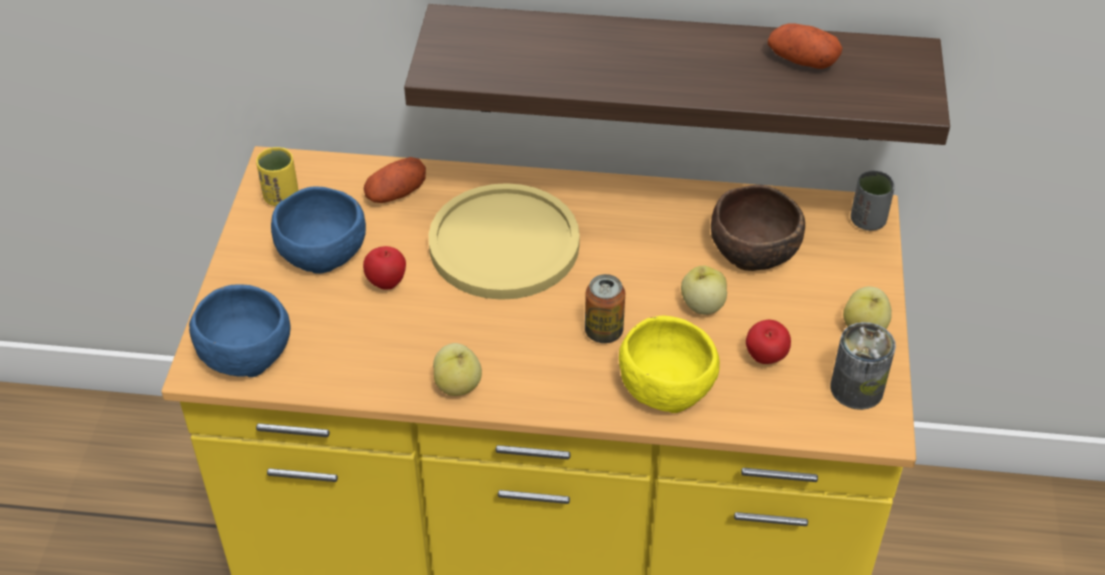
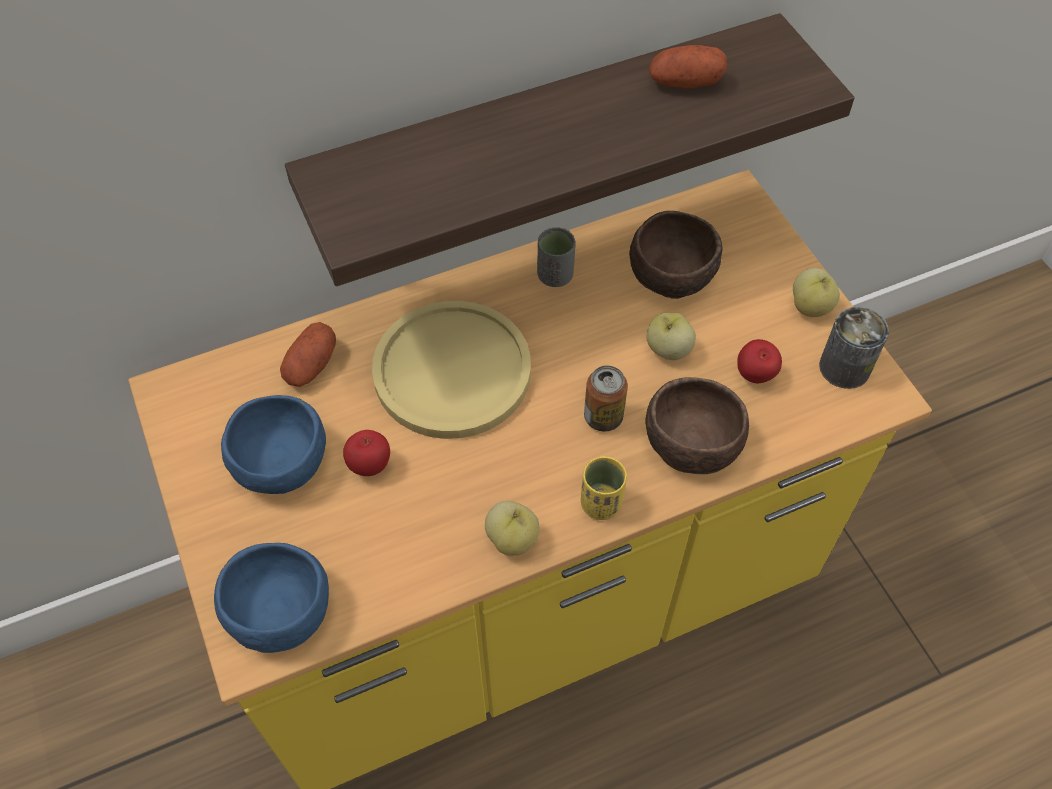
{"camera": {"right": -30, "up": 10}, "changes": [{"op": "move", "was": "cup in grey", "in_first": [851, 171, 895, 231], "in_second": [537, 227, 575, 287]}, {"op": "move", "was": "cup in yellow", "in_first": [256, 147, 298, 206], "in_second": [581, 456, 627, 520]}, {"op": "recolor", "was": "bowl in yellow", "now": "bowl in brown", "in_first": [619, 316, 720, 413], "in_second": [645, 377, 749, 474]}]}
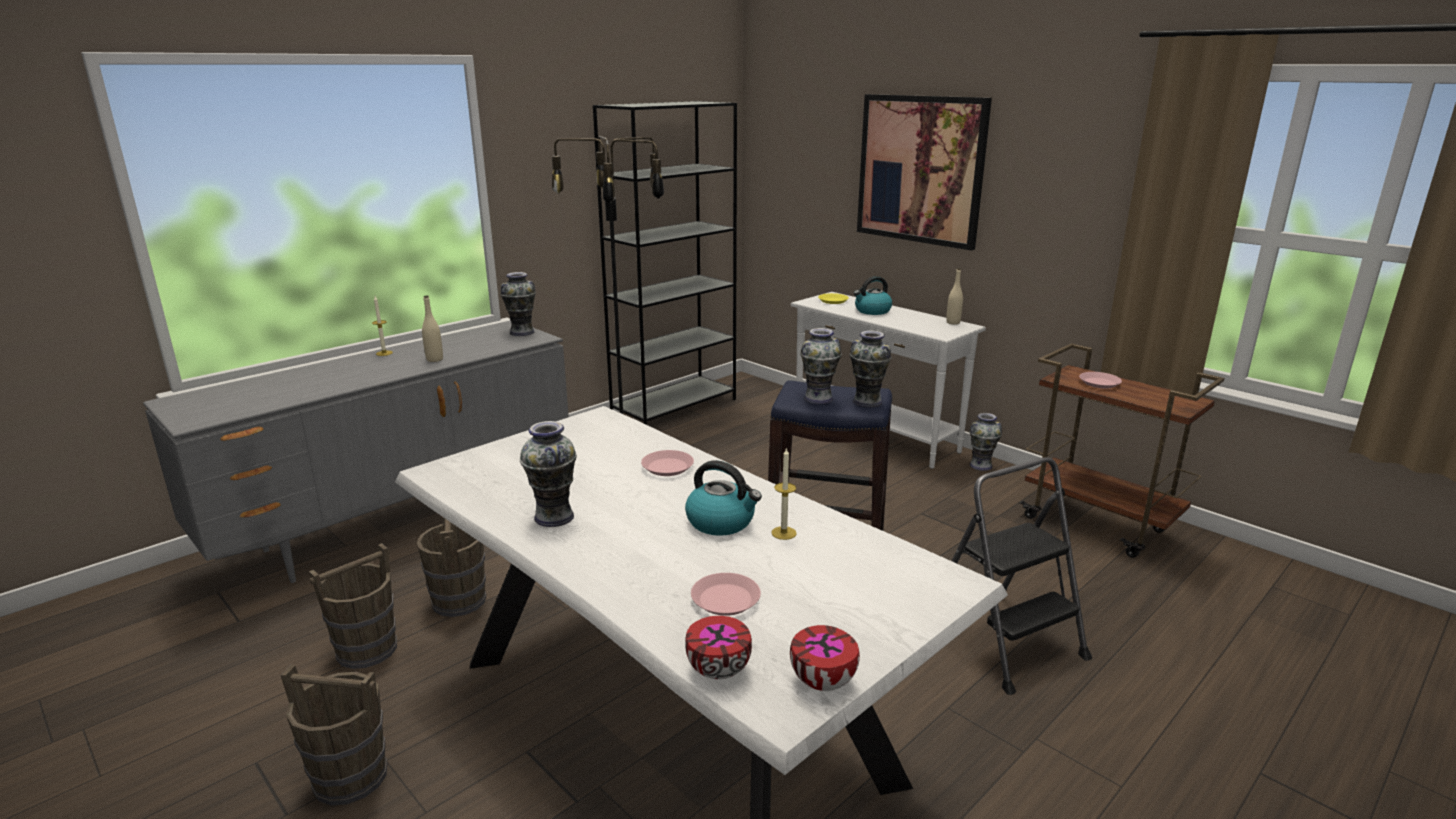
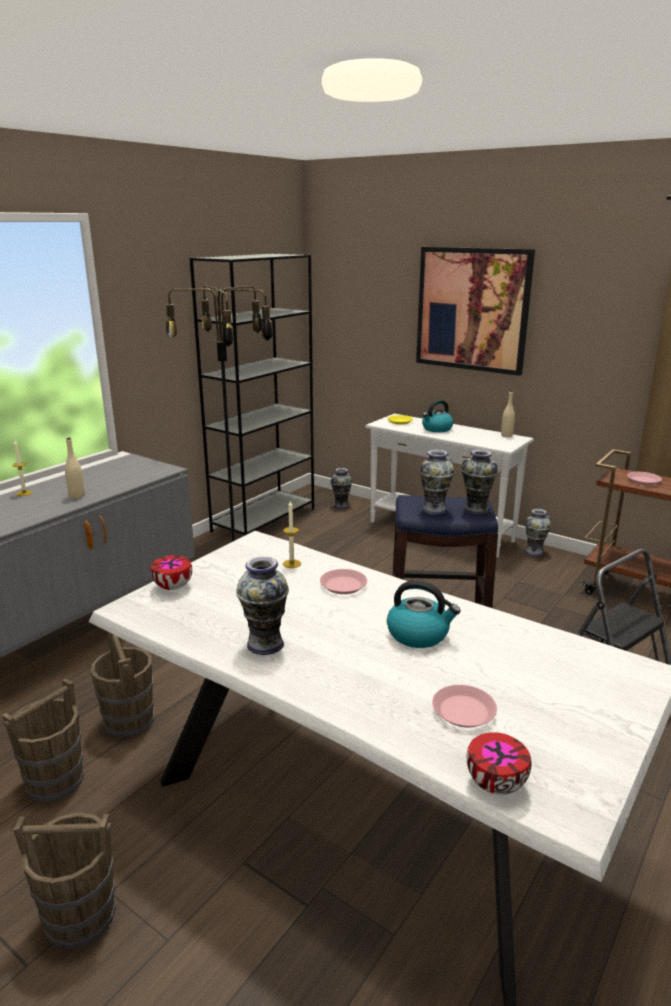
{"camera": {"right": -10, "up": 0}, "changes": [{"op": "move", "was": "bowl", "in_first": [790, 625, 860, 691], "in_second": [151, 555, 192, 590]}, {"op": "move", "was": "candle", "in_first": [771, 447, 797, 540], "in_second": [283, 501, 301, 568]}, {"op": "move", "was": "vase", "in_first": [500, 272, 536, 336], "in_second": [330, 468, 352, 509]}]}
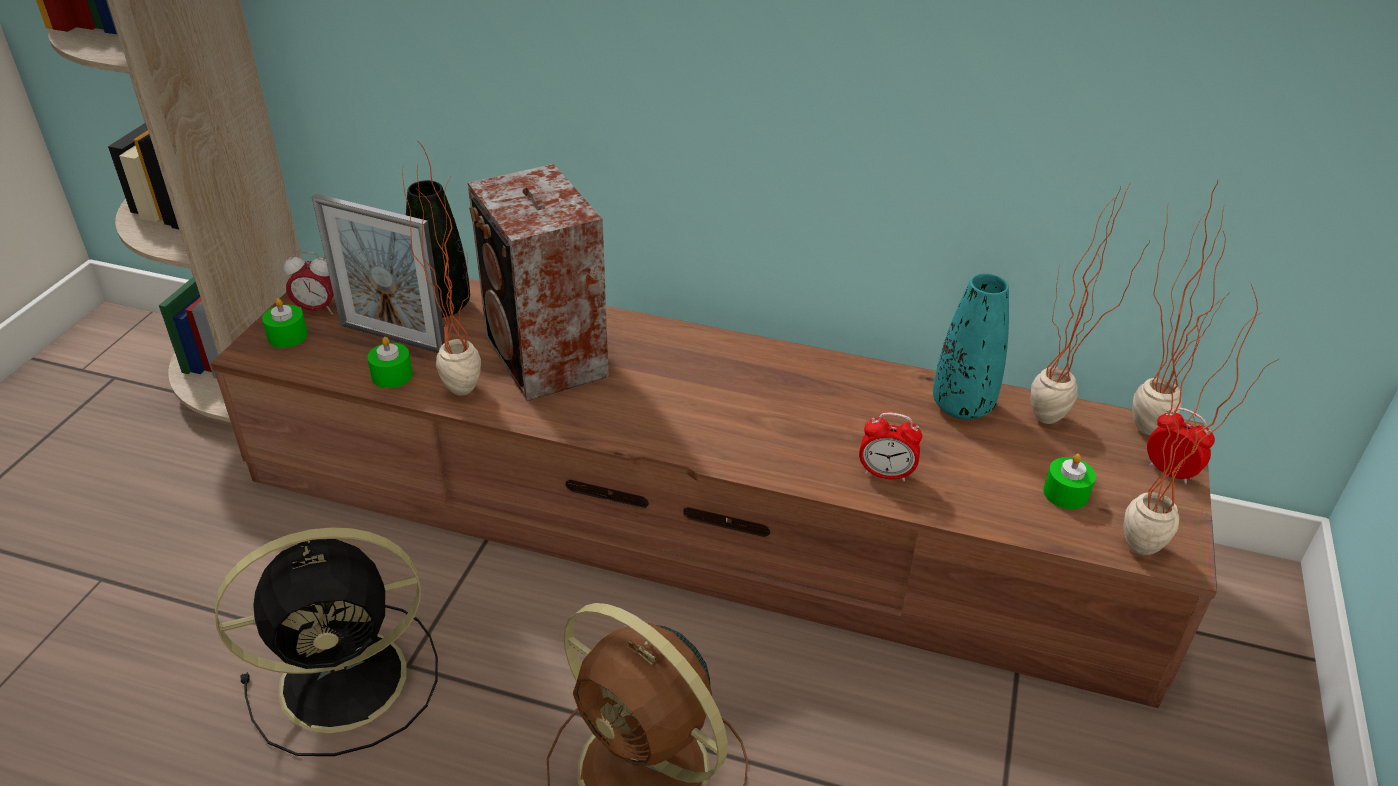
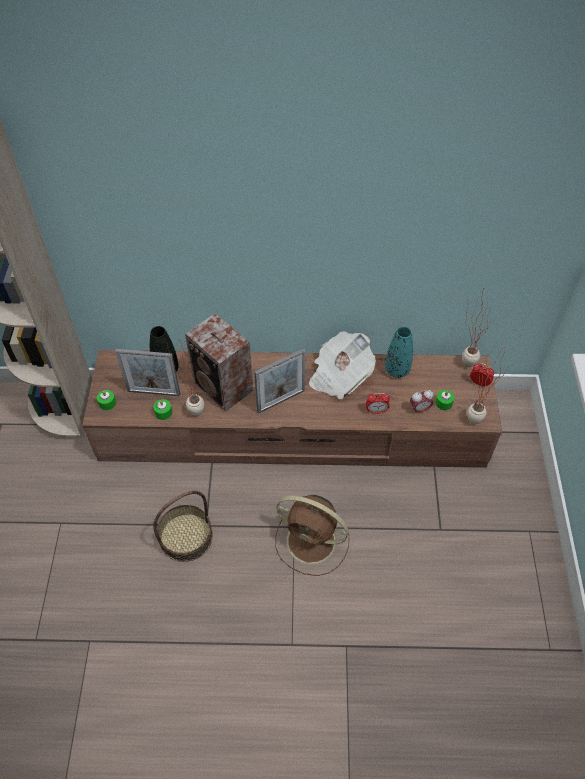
{"camera": {"right": -15, "up": 15}, "changes": [{"op": "replace", "was": "fan in black", "now": "basket", "in_first": [215, 527, 438, 756], "in_second": [153, 491, 213, 562]}, {"op": "insert", "now": "picture frame", "in_second": [254, 349, 306, 414]}, {"op": "insert", "now": "newspaper", "in_second": [309, 331, 376, 399]}, {"op": "move", "was": "alarm clock", "in_first": [283, 251, 333, 314], "in_second": [410, 390, 434, 414]}, {"op": "delete", "was": "potted plant", "in_first": [1030, 181, 1150, 424]}]}
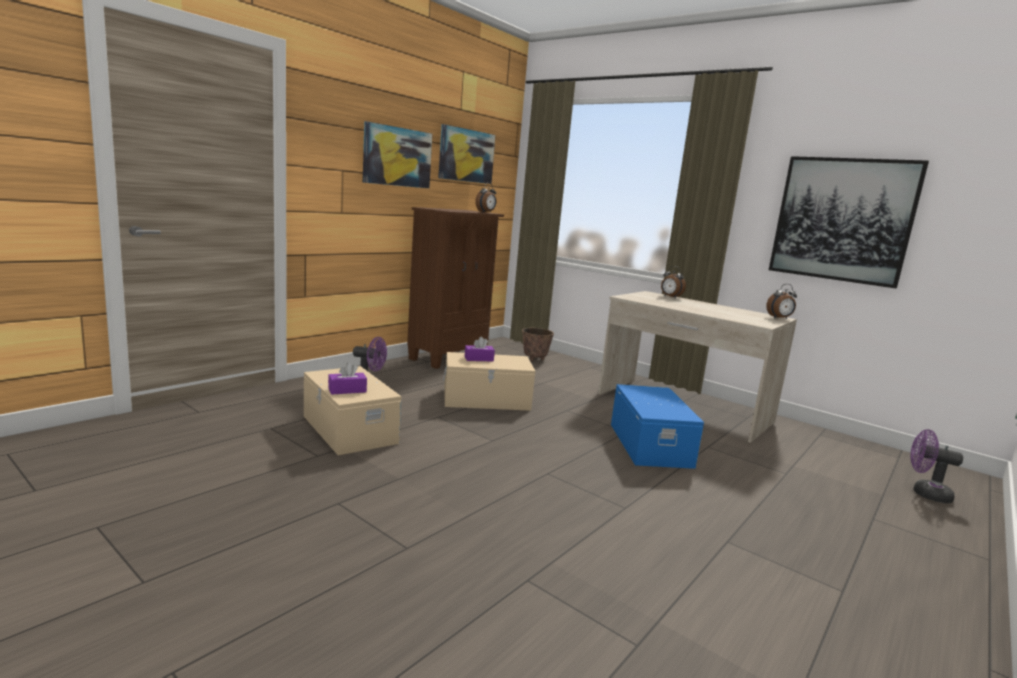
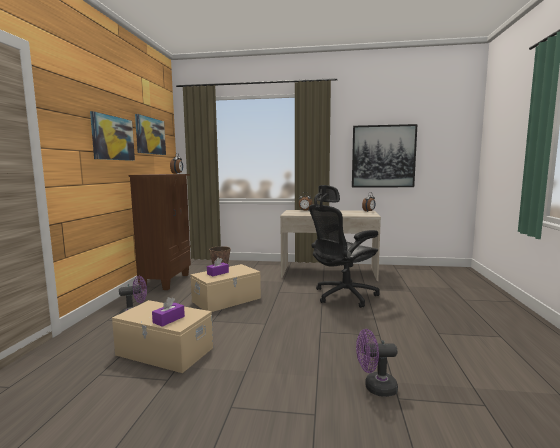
{"camera": {"right": -30, "up": -5}, "changes": [{"op": "replace", "was": "storage box in blue", "now": "office chair", "in_first": [611, 384, 704, 469], "in_second": [309, 185, 380, 308]}, {"op": "move", "was": "fan in purple", "in_first": [910, 429, 963, 503], "in_second": [356, 329, 398, 397]}]}
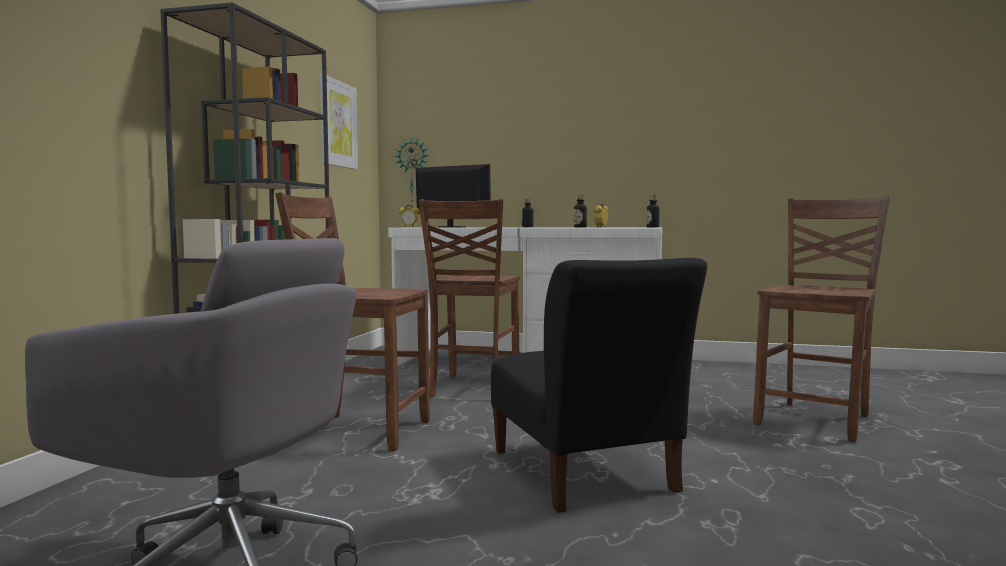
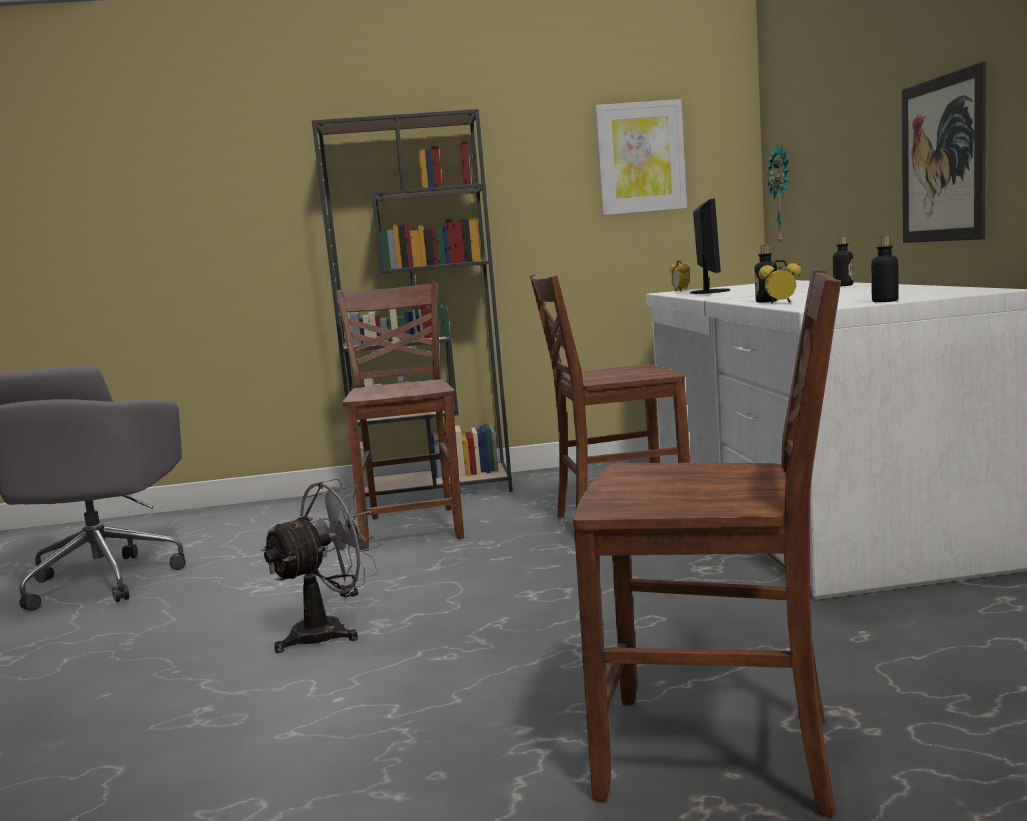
{"camera": {"right": 70, "up": 5}, "changes": [{"op": "replace", "was": "chair in black", "now": "fan in grey", "in_first": [491, 258, 707, 513], "in_second": [260, 478, 381, 653]}, {"op": "insert", "now": "picture", "in_second": [902, 61, 986, 243]}]}
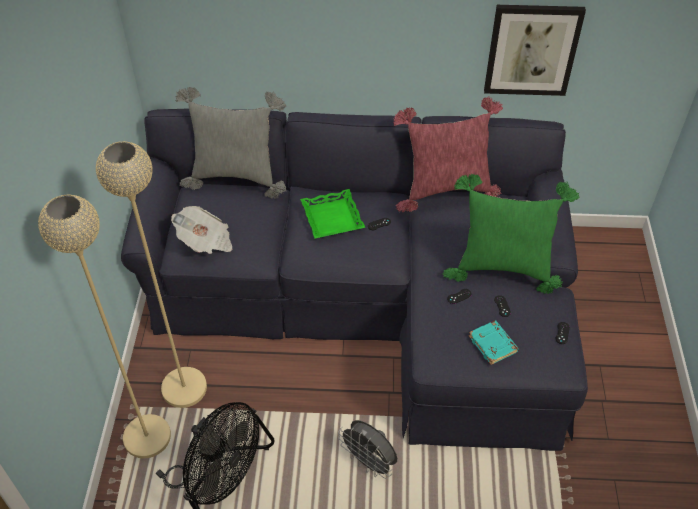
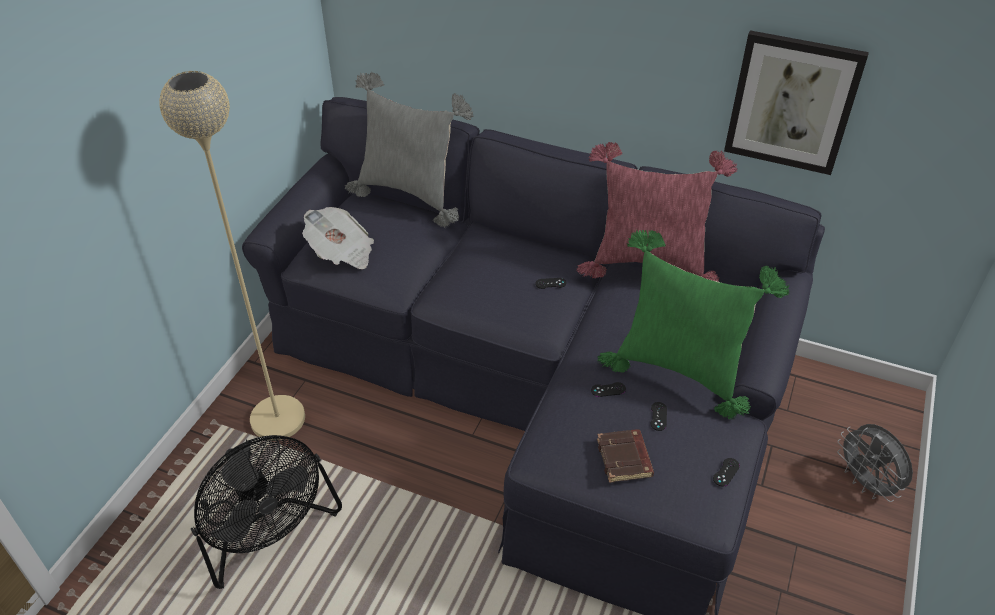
{"camera": {"right": 20, "up": -5}, "changes": [{"op": "recolor", "was": "book in turquoise", "now": "book in brown", "in_first": [469, 320, 519, 365], "in_second": [597, 429, 654, 483]}, {"op": "move", "was": "fan in grey", "in_first": [338, 420, 397, 479], "in_second": [837, 424, 913, 502]}, {"op": "delete", "was": "floor lamp in beige", "in_first": [38, 194, 171, 458]}, {"op": "delete", "was": "tray in green", "in_first": [300, 189, 365, 239]}]}
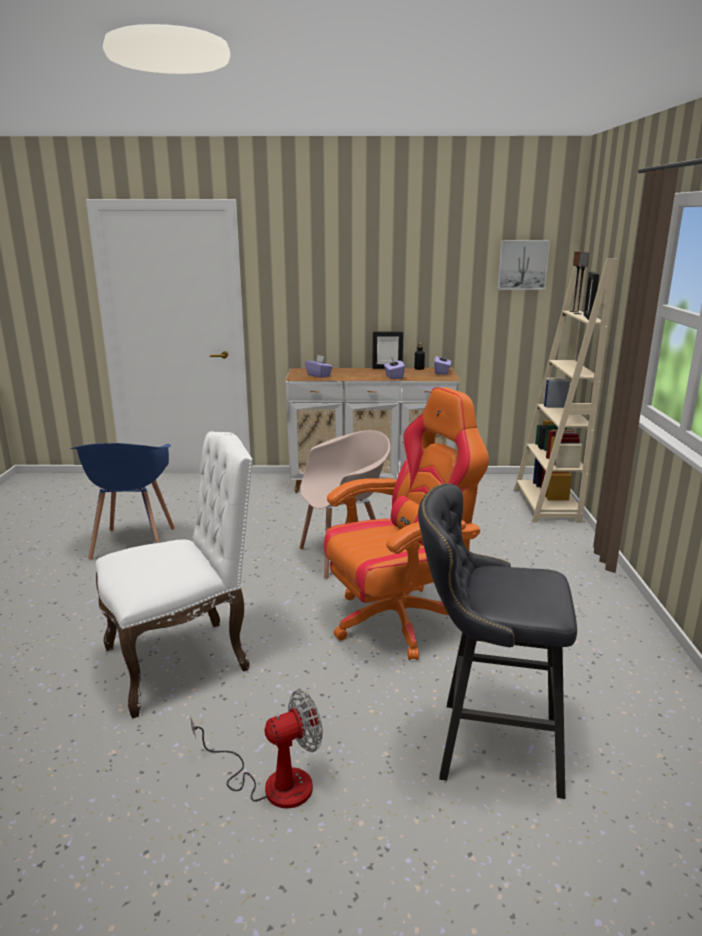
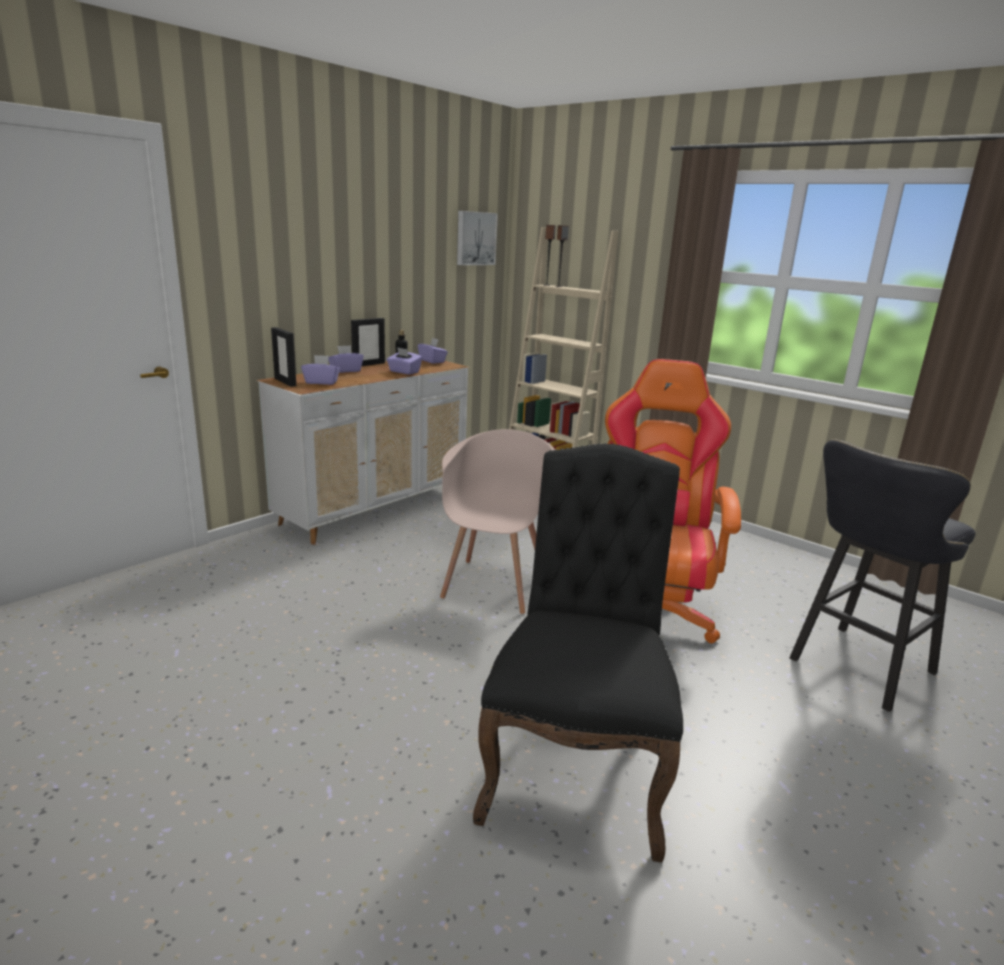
{"camera": {"right": -50, "up": 0}, "changes": [{"op": "move", "was": "picture frame", "in_first": [584, 271, 599, 320], "in_second": [271, 327, 296, 387]}, {"op": "insert", "now": "tissue box in purple", "in_second": [328, 345, 364, 373]}, {"op": "recolor", "was": "chair in white", "now": "chair in black", "in_first": [95, 432, 253, 718], "in_second": [473, 443, 683, 863]}, {"op": "delete", "was": "chair in blue", "in_first": [70, 443, 175, 560]}, {"op": "delete", "was": "fan", "in_first": [191, 690, 323, 808]}]}
